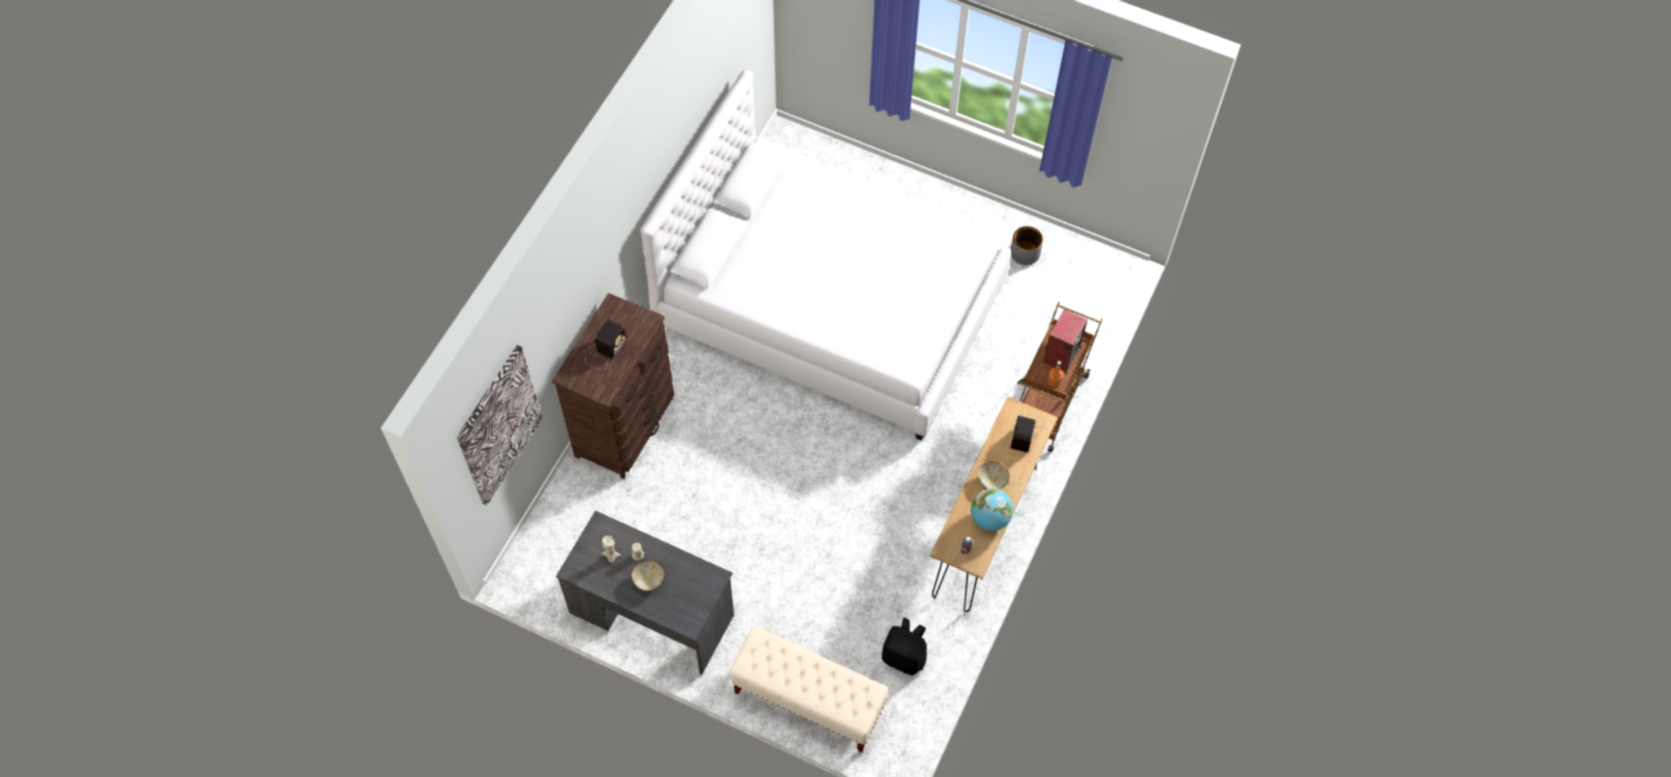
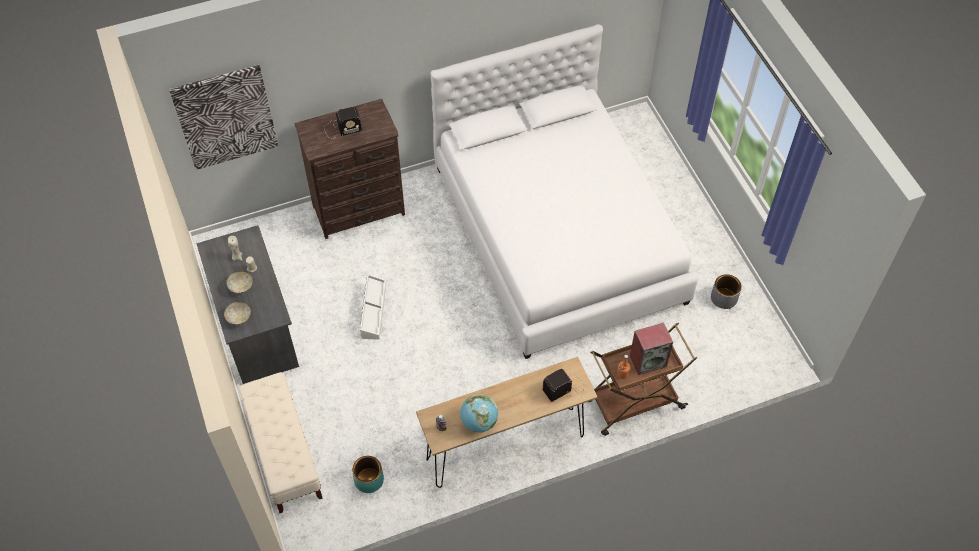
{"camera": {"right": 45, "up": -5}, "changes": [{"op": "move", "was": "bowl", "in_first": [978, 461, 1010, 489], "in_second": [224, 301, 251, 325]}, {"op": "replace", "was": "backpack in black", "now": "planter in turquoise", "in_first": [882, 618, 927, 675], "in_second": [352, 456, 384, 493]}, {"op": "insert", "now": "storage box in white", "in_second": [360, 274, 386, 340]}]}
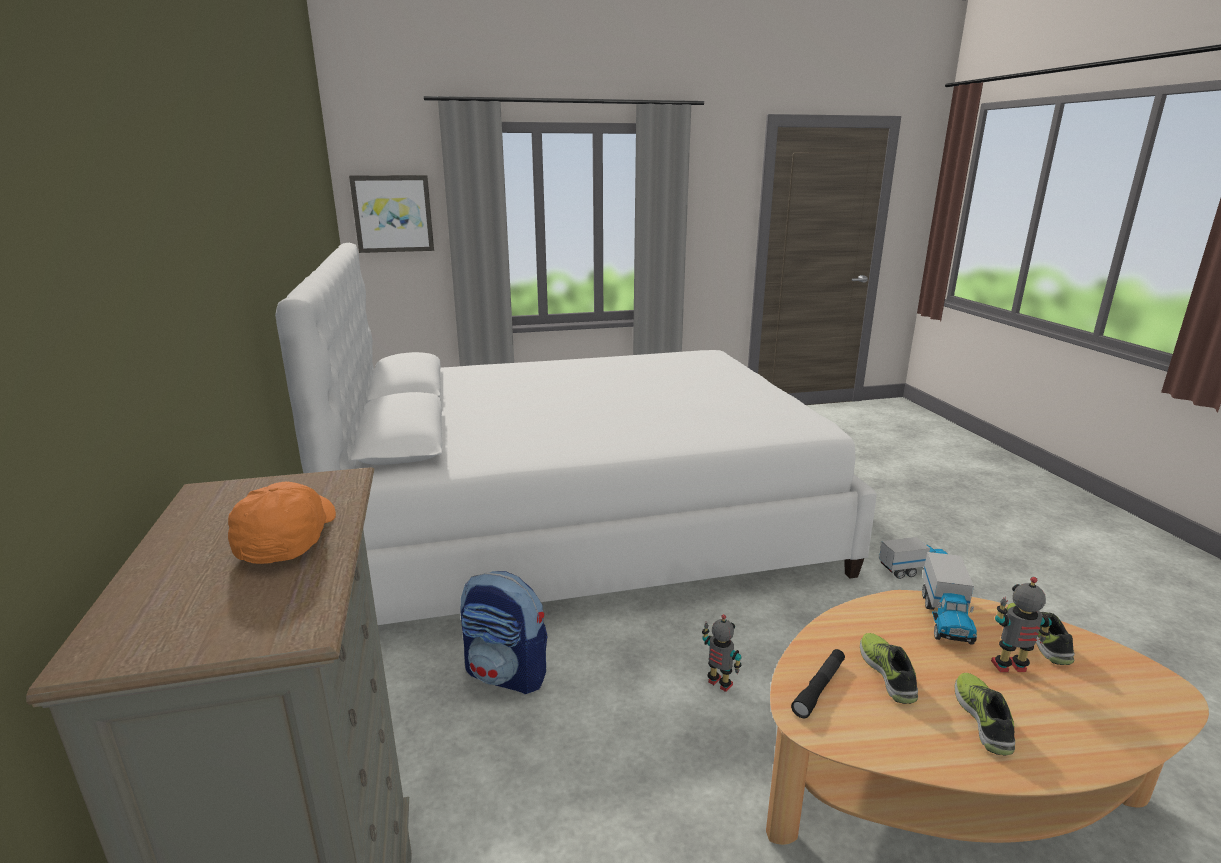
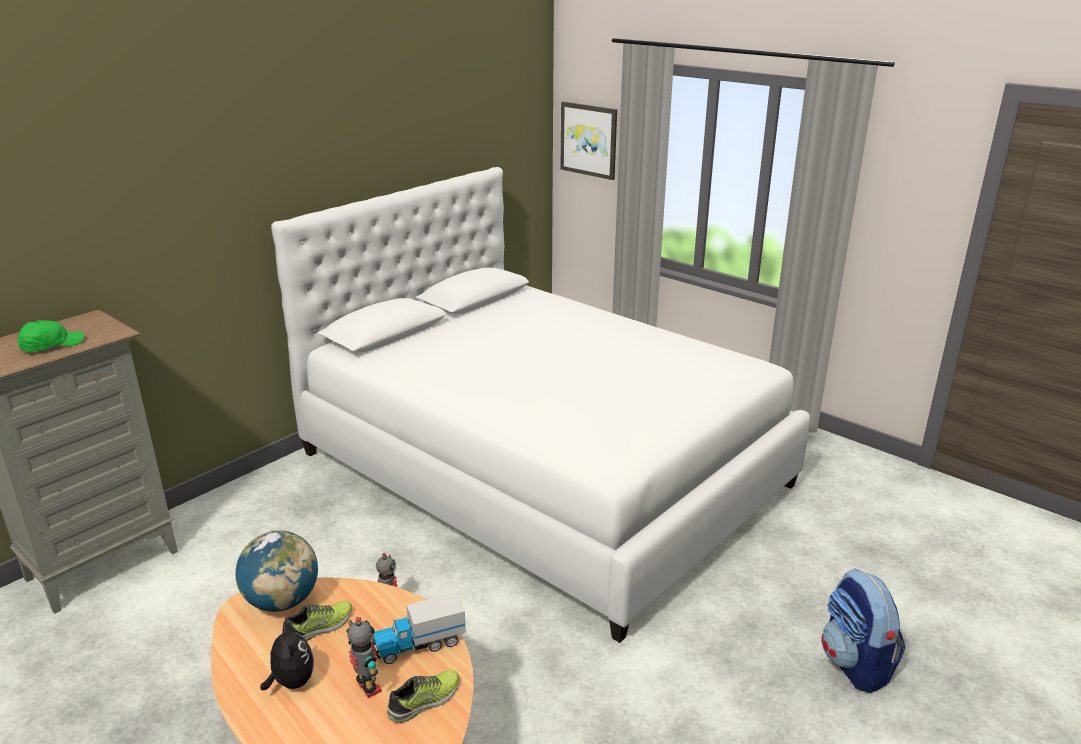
{"camera": {"right": 55, "up": 5}, "changes": [{"op": "recolor", "was": "cap in orange", "now": "cap in green", "in_first": [228, 481, 336, 564], "in_second": [18, 320, 84, 352]}, {"op": "replace", "was": "flashlight in black", "now": "globe", "in_first": [791, 649, 845, 718], "in_second": [235, 531, 318, 612]}, {"op": "replace", "was": "shoe", "now": "plush toy", "in_first": [954, 673, 1015, 756], "in_second": [260, 620, 314, 690]}, {"op": "move", "was": "backpack", "in_first": [461, 571, 548, 694], "in_second": [821, 569, 905, 693]}, {"op": "delete", "was": "toy truck", "in_first": [879, 537, 947, 579]}]}
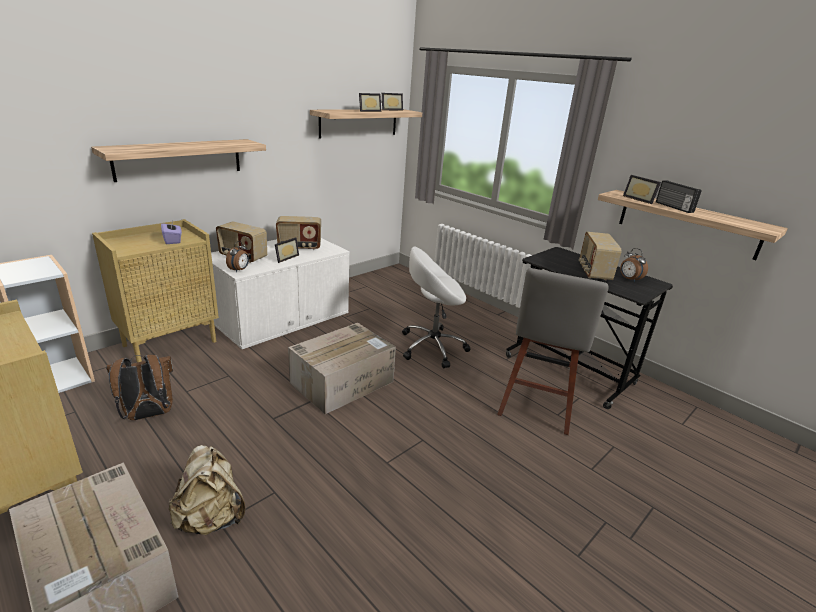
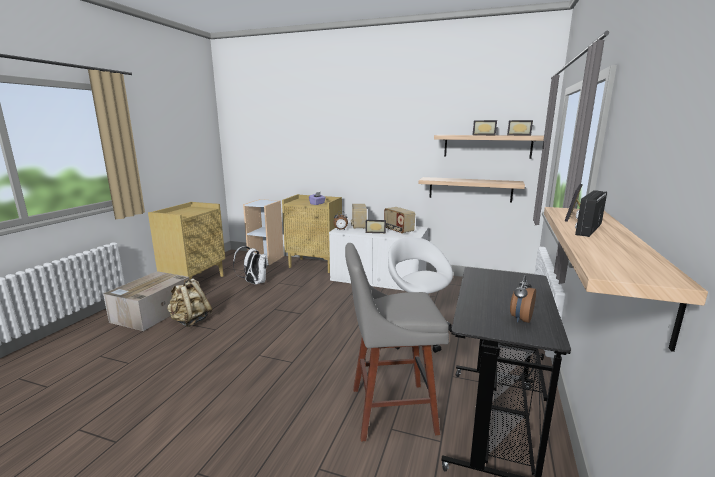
{"camera": {"right": 65, "up": -10}, "changes": [{"op": "recolor", "was": "backpack in brown", "now": "backpack in white", "in_first": [106, 355, 173, 420], "in_second": [233, 246, 269, 285]}, {"op": "move", "was": "shelf", "in_first": [91, 139, 266, 182], "in_second": [419, 177, 525, 202]}, {"op": "delete", "was": "cardboard box", "in_first": [288, 323, 396, 414]}, {"op": "delete", "was": "radio", "in_first": [579, 232, 621, 280]}]}
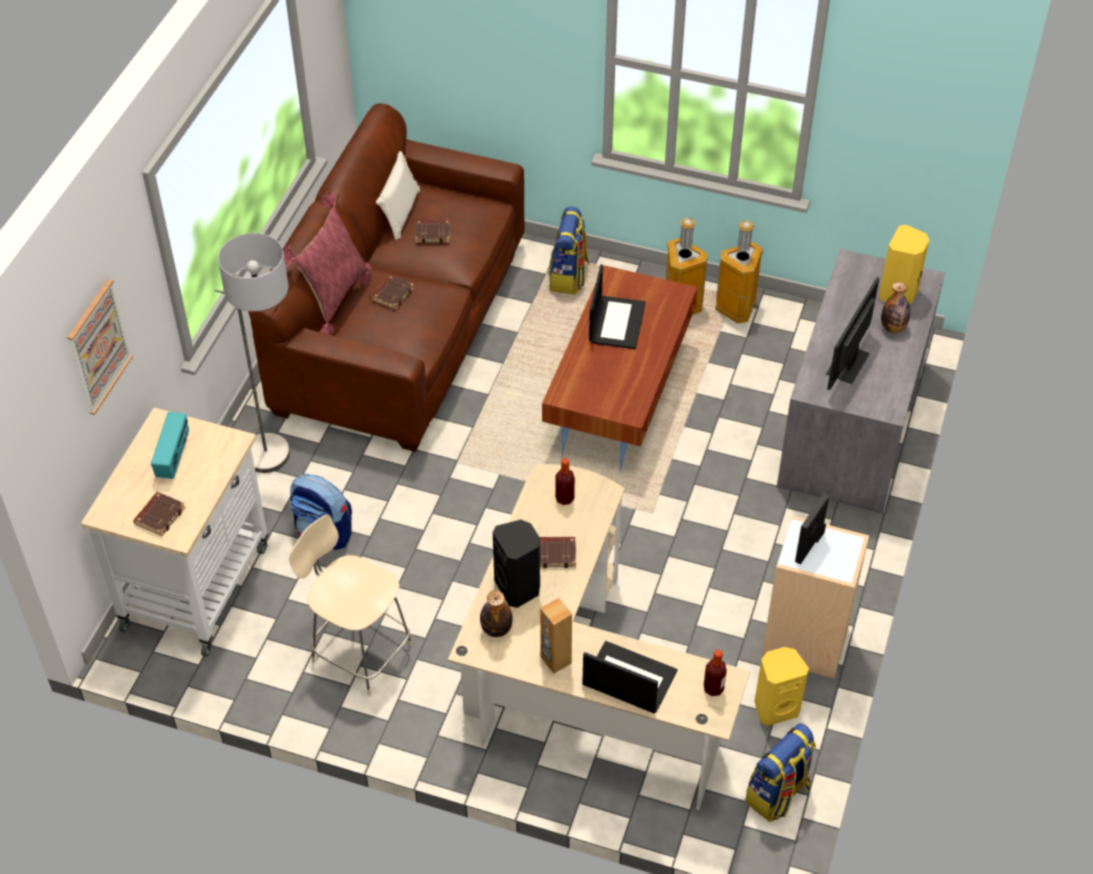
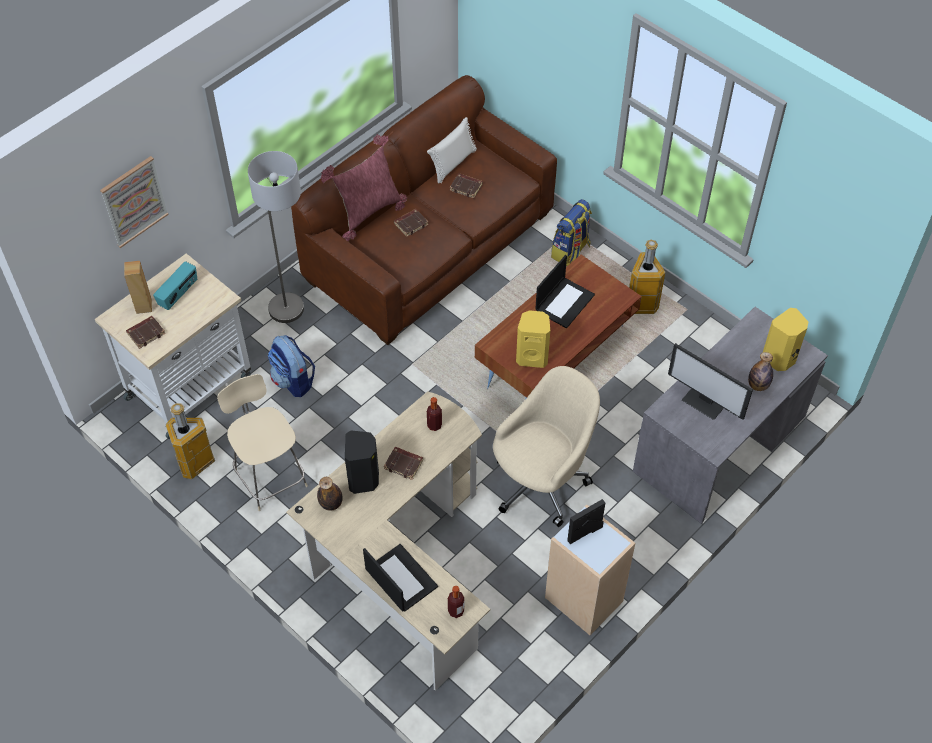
{"camera": {"right": 25, "up": 5}, "changes": [{"op": "move", "was": "speaker in brown", "in_first": [540, 598, 572, 674], "in_second": [124, 261, 152, 314]}, {"op": "move", "was": "trash can", "in_first": [715, 220, 763, 323], "in_second": [165, 403, 215, 479]}, {"op": "insert", "now": "office chair in beige", "in_second": [493, 366, 600, 527]}, {"op": "move", "was": "speaker in yellow", "in_first": [754, 647, 809, 726], "in_second": [516, 310, 550, 368]}, {"op": "rotate", "was": "monitor", "in_first": [826, 277, 880, 390], "in_second": [668, 343, 753, 420], "clockwise": -105}, {"op": "delete", "was": "backpack", "in_first": [745, 723, 816, 822]}]}
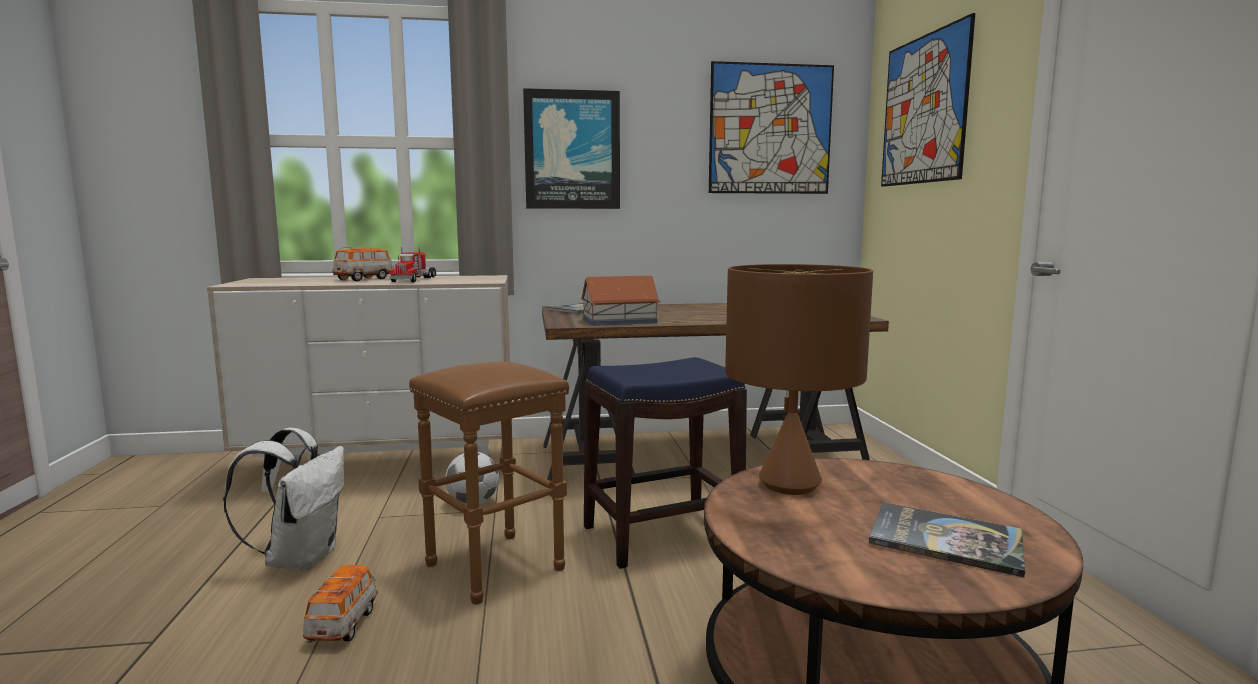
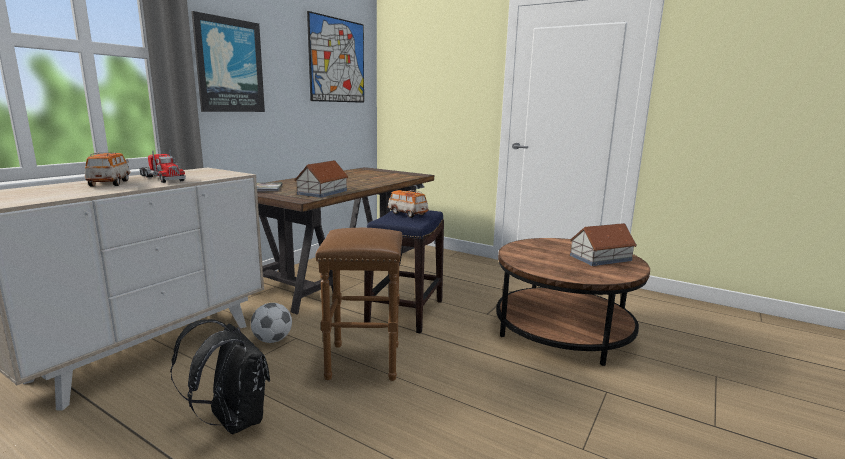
{"camera": {"right": -50, "up": 5}, "changes": [{"op": "recolor", "was": "backpack in white", "now": "backpack in black", "in_first": [223, 428, 344, 571], "in_second": [170, 319, 270, 434]}, {"op": "move", "was": "toy car", "in_first": [303, 565, 378, 643], "in_second": [388, 190, 429, 218]}, {"op": "replace", "was": "book", "now": "toy house", "in_first": [869, 502, 1025, 577], "in_second": [570, 223, 637, 266]}, {"op": "delete", "was": "table lamp in brown", "in_first": [725, 264, 873, 495]}, {"op": "delete", "was": "picture", "in_first": [881, 13, 975, 187]}]}
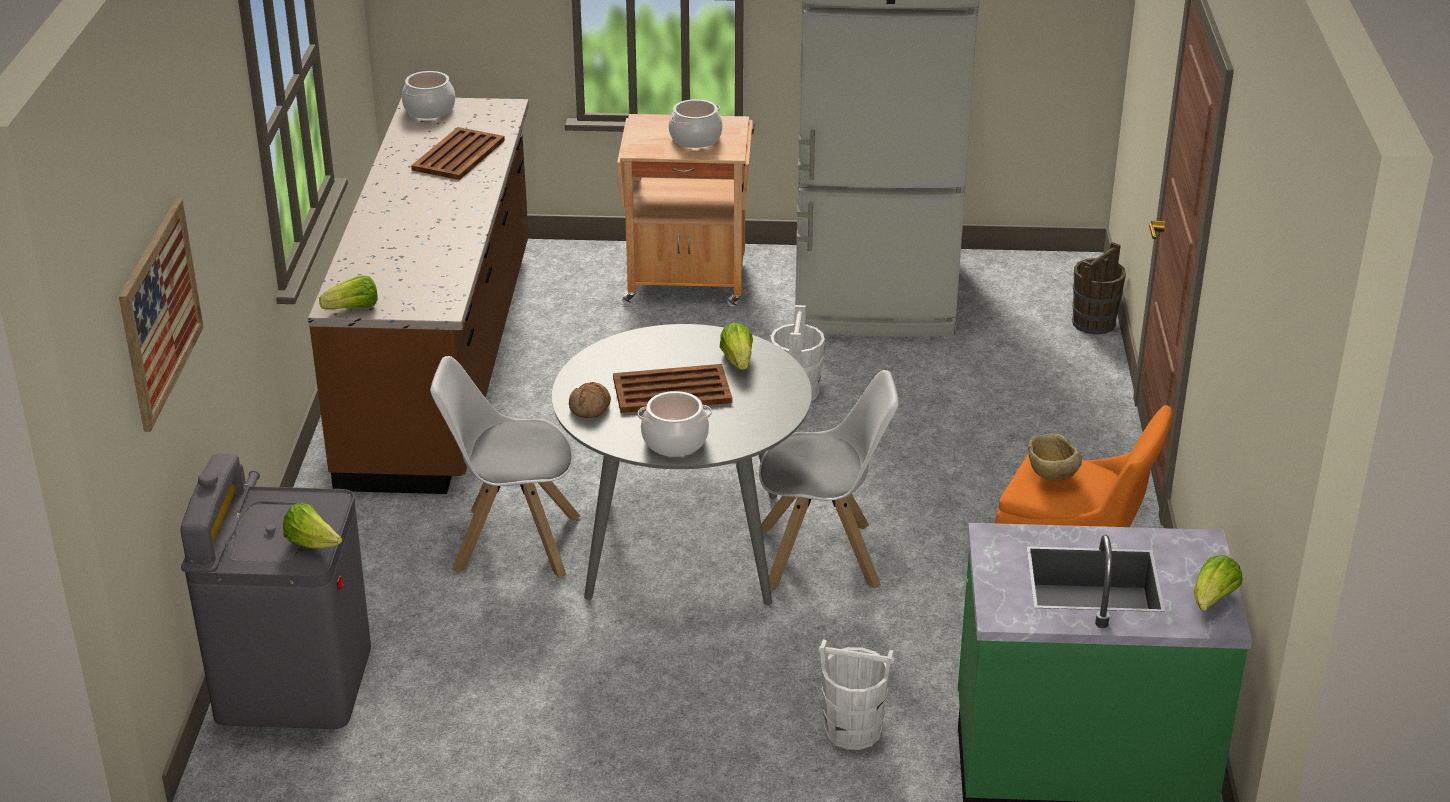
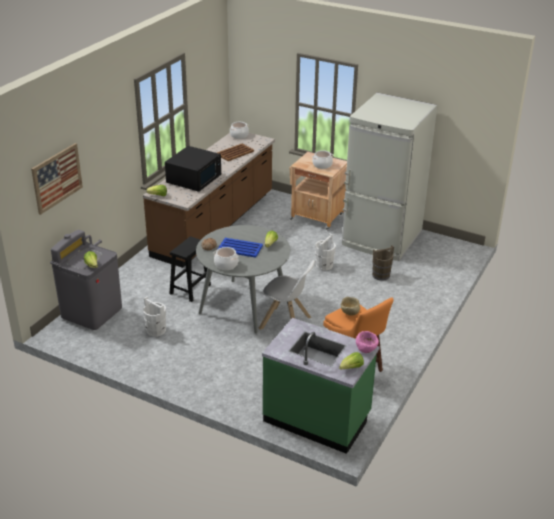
{"camera": {"right": 25, "up": 0}, "changes": [{"op": "move", "was": "bucket in white", "in_first": [818, 639, 895, 750], "in_second": [143, 297, 166, 337]}, {"op": "insert", "now": "microwave in black", "in_second": [165, 146, 221, 192]}, {"op": "replace", "was": "chair", "now": "stool in black", "in_first": [430, 356, 581, 578], "in_second": [169, 236, 211, 302]}, {"op": "recolor", "was": "tray in brown", "now": "tray in blue", "in_first": [613, 364, 732, 413], "in_second": [217, 238, 263, 258]}, {"op": "insert", "now": "bowl in pink", "in_second": [356, 331, 379, 353]}, {"op": "move", "was": "bucket in brown", "in_first": [1072, 242, 1126, 335], "in_second": [372, 245, 394, 281]}]}
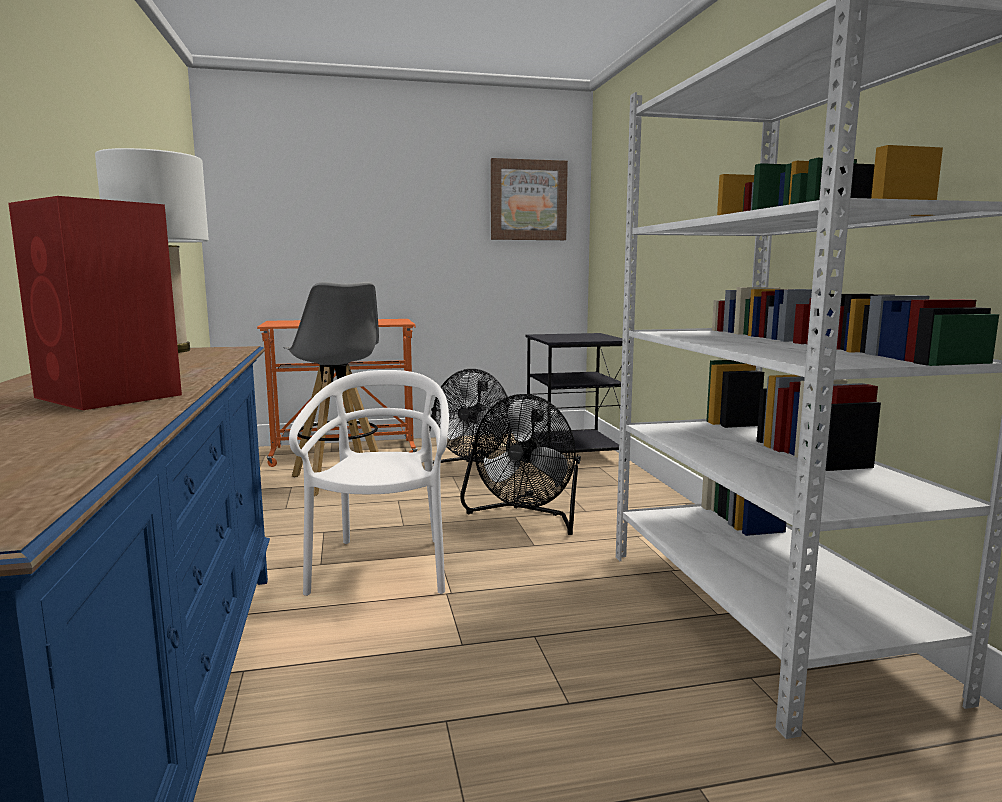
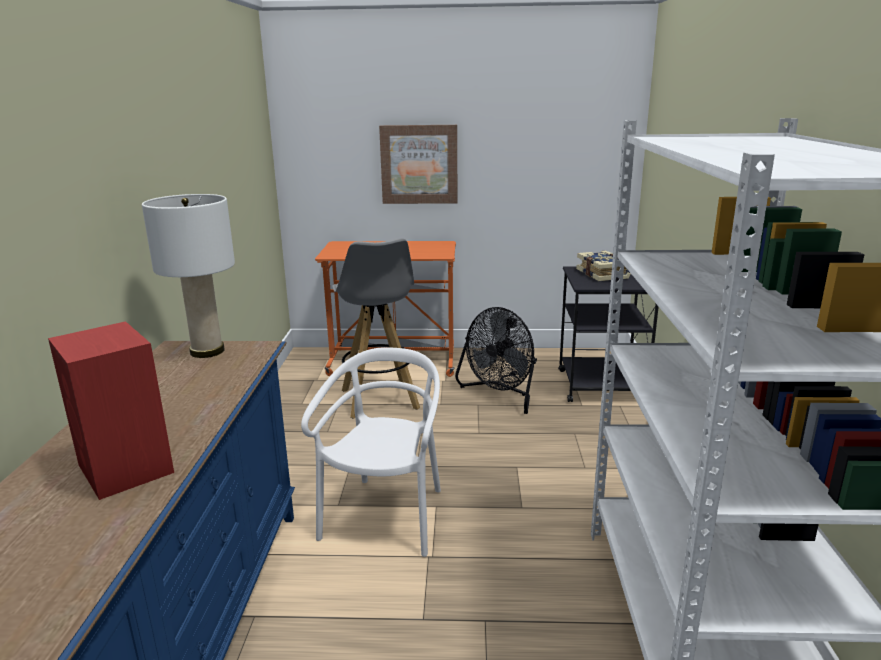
{"camera": {"right": 15, "up": 10}, "changes": [{"op": "move", "was": "picture", "in_first": [491, 158, 568, 240], "in_second": [379, 125, 457, 204]}, {"op": "insert", "now": "book", "in_second": [576, 251, 631, 281]}, {"op": "delete", "was": "fan in black", "in_first": [460, 394, 581, 535]}]}
